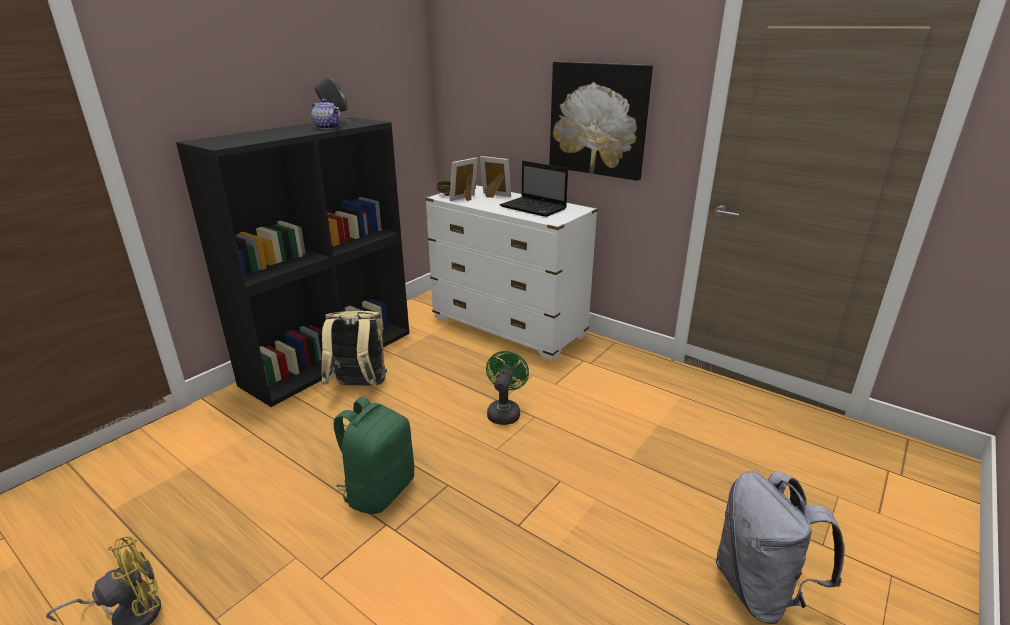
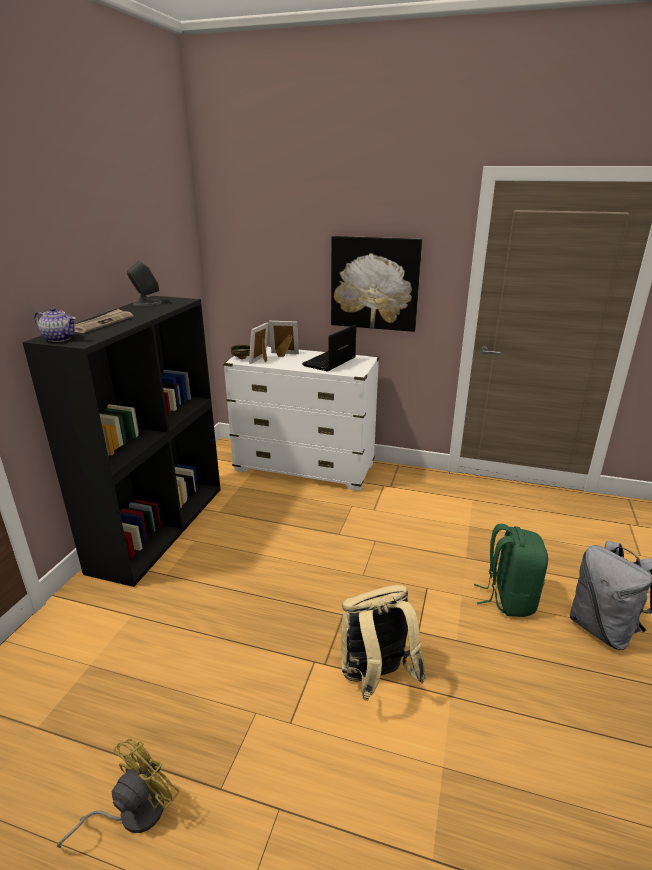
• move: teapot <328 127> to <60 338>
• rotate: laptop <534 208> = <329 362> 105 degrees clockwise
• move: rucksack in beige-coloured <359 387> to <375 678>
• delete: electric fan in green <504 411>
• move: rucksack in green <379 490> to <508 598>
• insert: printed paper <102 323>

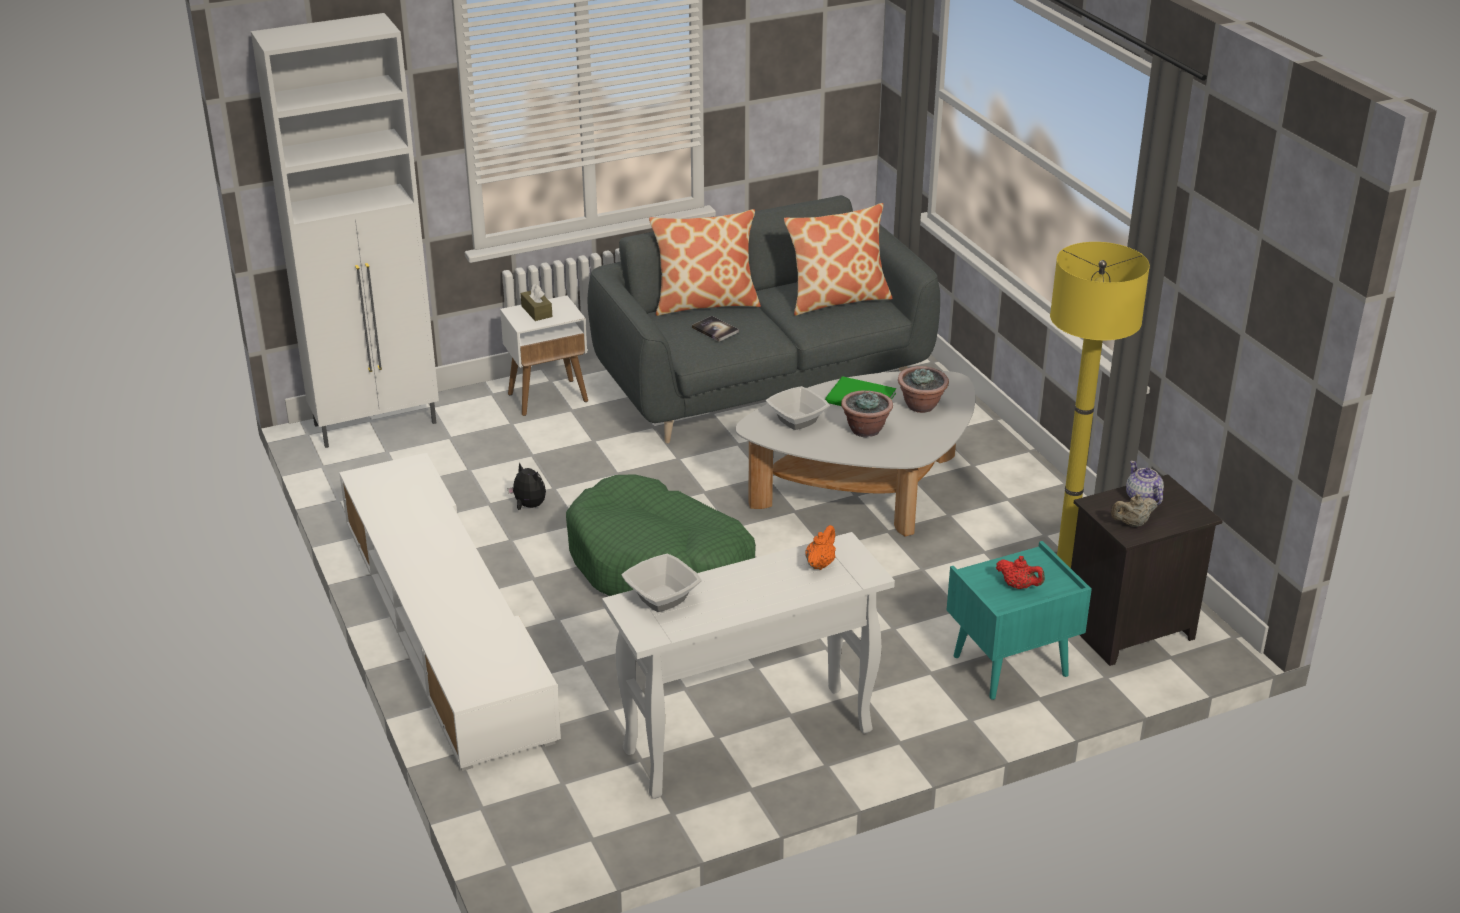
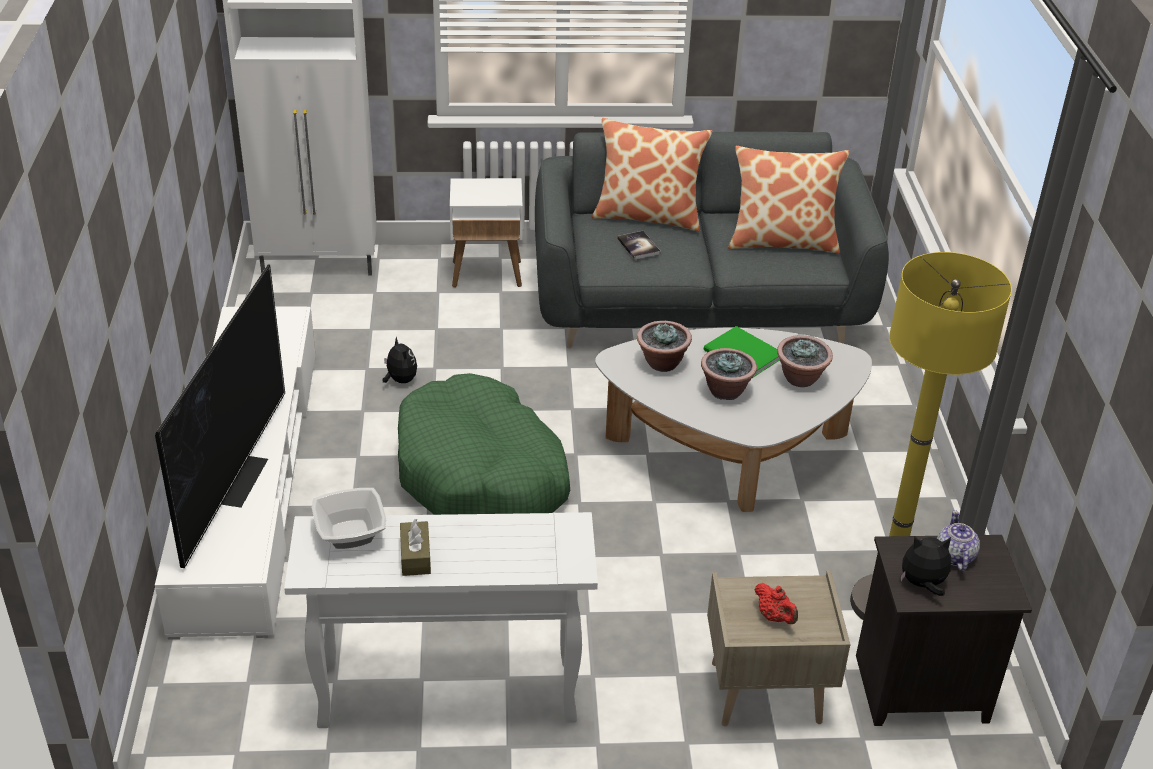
• move: tissue holder in brown-coloured <536 311> to <415 556>
• replace: deep dish <796 421> to houseplant <662 363>
• replace: teapot in beige-coloured <1132 524> to soft toy <922 584>
• delete: teapot in orange-coloured <820 563>
• recolor: nightstand in turquoise-coloured <1010 667> to nightstand in beige-coloured <764 693>
• insert: television <235 478>

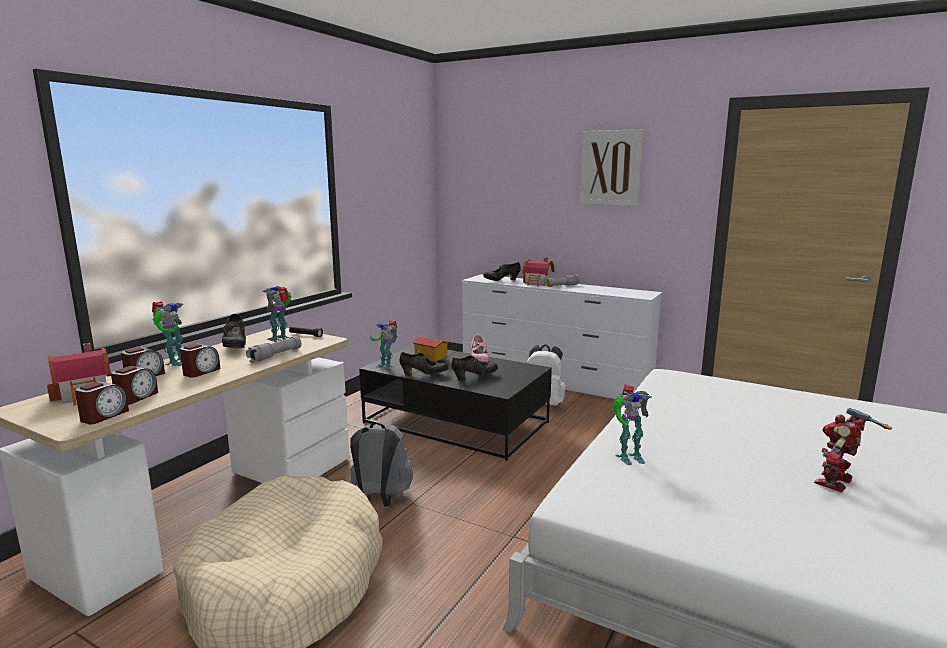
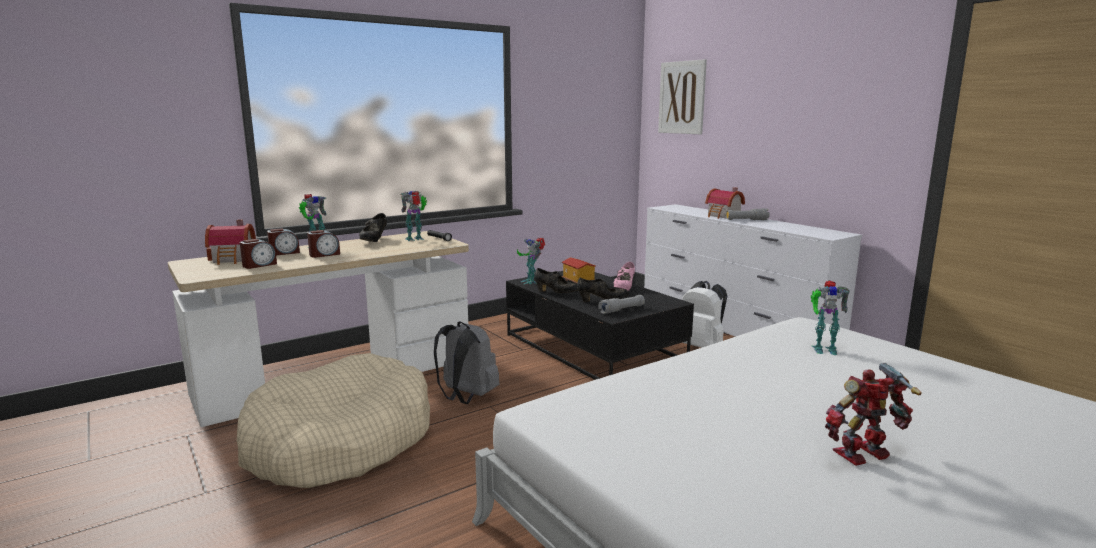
• move: wall picture <610 168> to <682 97>
• delete: low shoe in black <501 280>
• move: flashlight in grey <275 356> to <622 310>
• delete: table clock <104 416>
• move: toy robot <628 457> to <823 348>

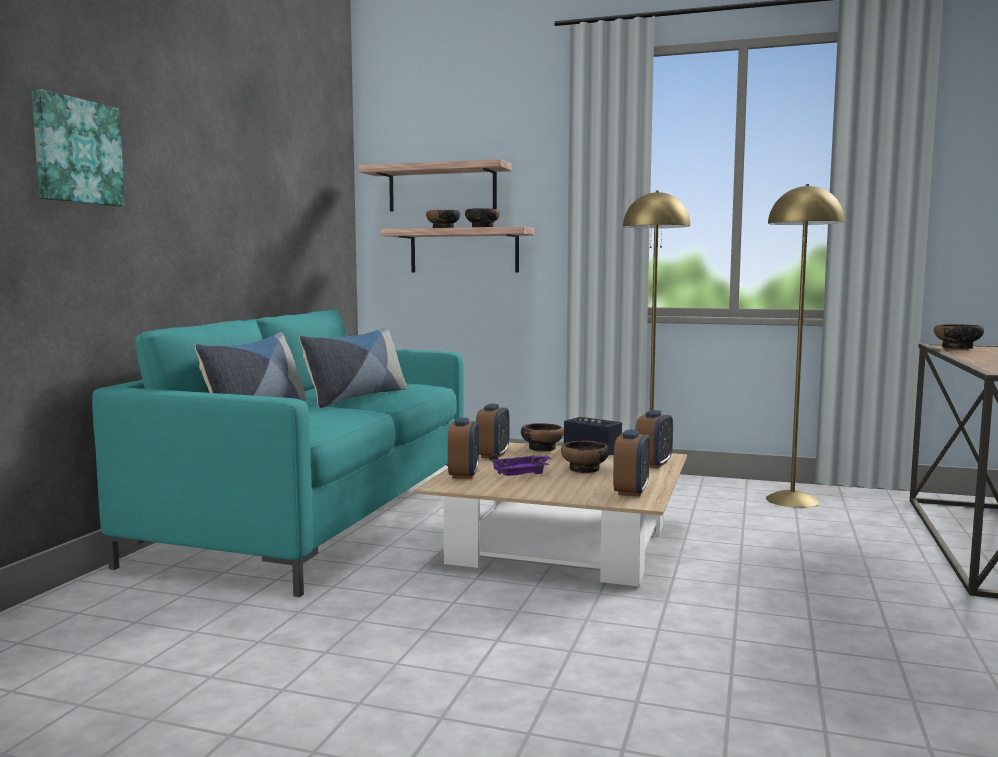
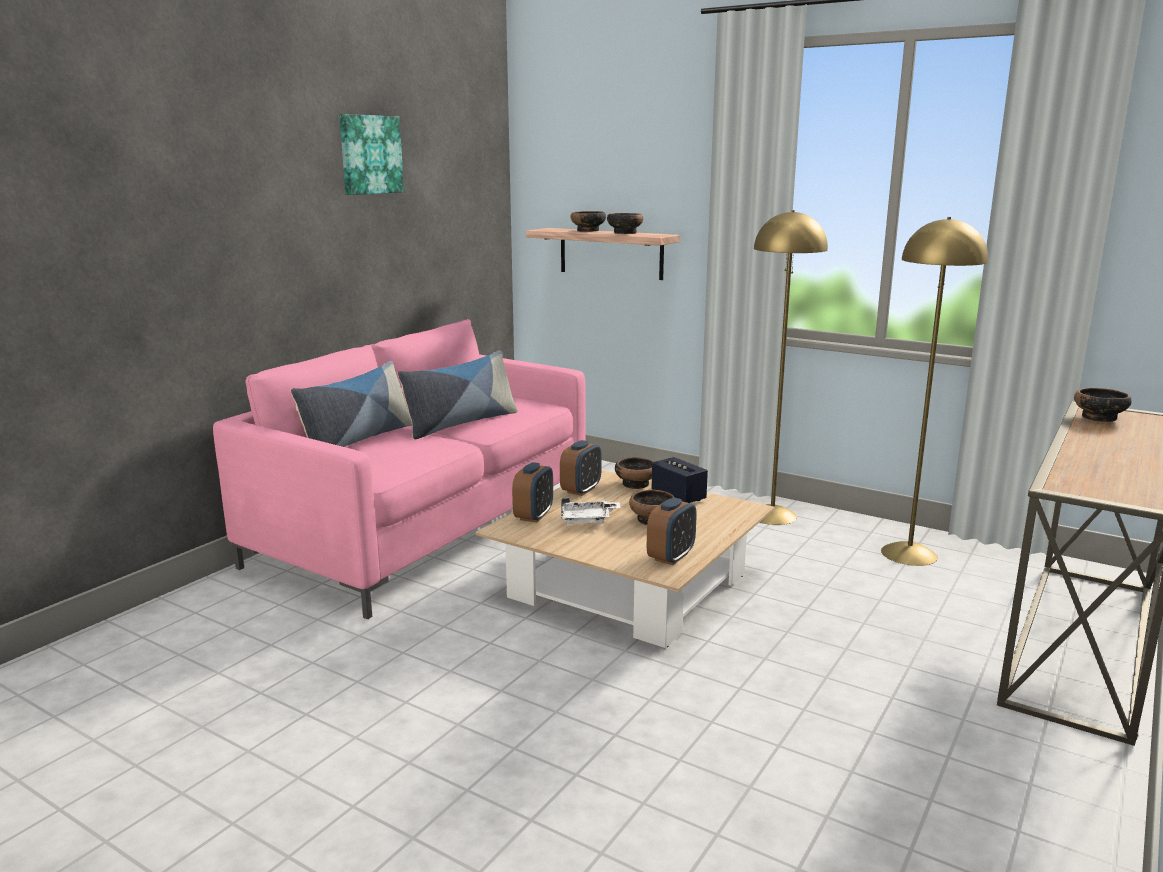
• move: wall picture <76 151> to <369 154>
• delete: shelf <442 188>
• recolor: settee in turquoise-coloured <314 521> to settee in pink <425 531>
• delete: table clock <653 464>
• recolor: carrying tray in purple <521 473> to carrying tray in whitish <587 520>

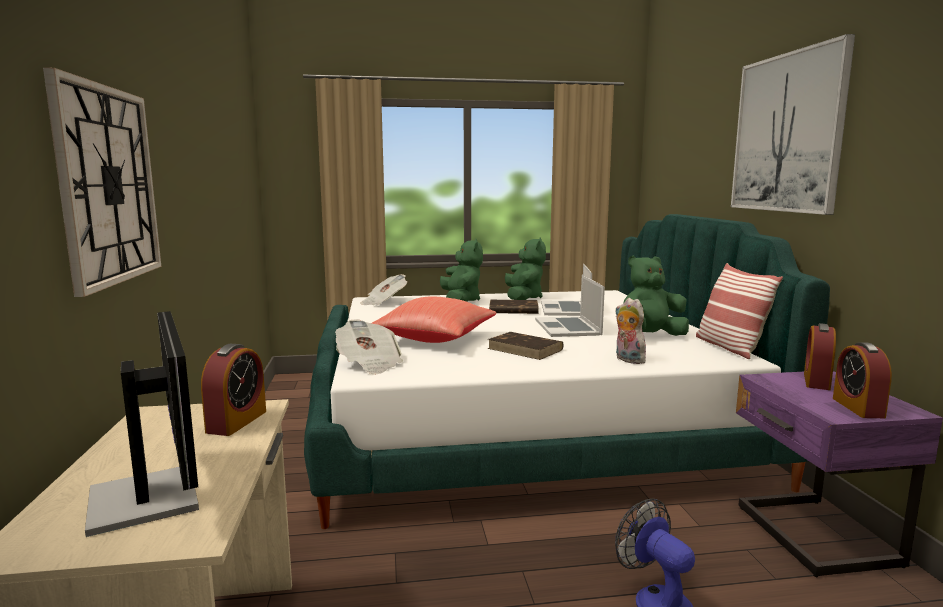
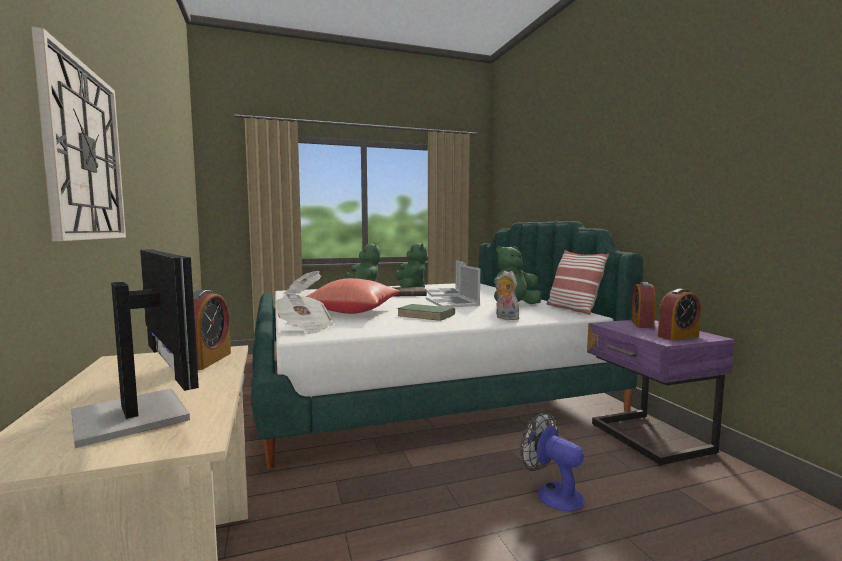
• delete: wall picture <787 133>
• recolor: bound book in brown-coloured <525 349> to bound book in green <426 315>
• rotate: table clock <858 407> = <678 336> 105 degrees counterclockwise

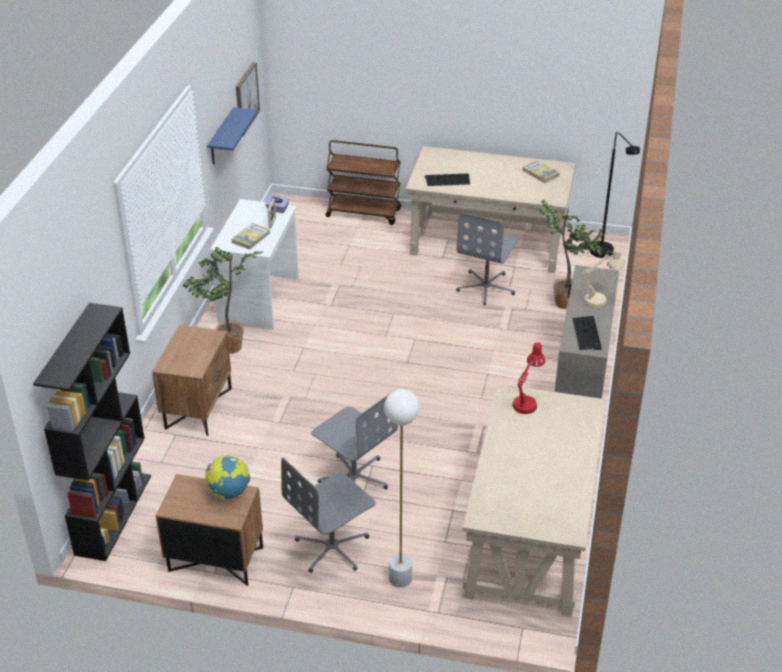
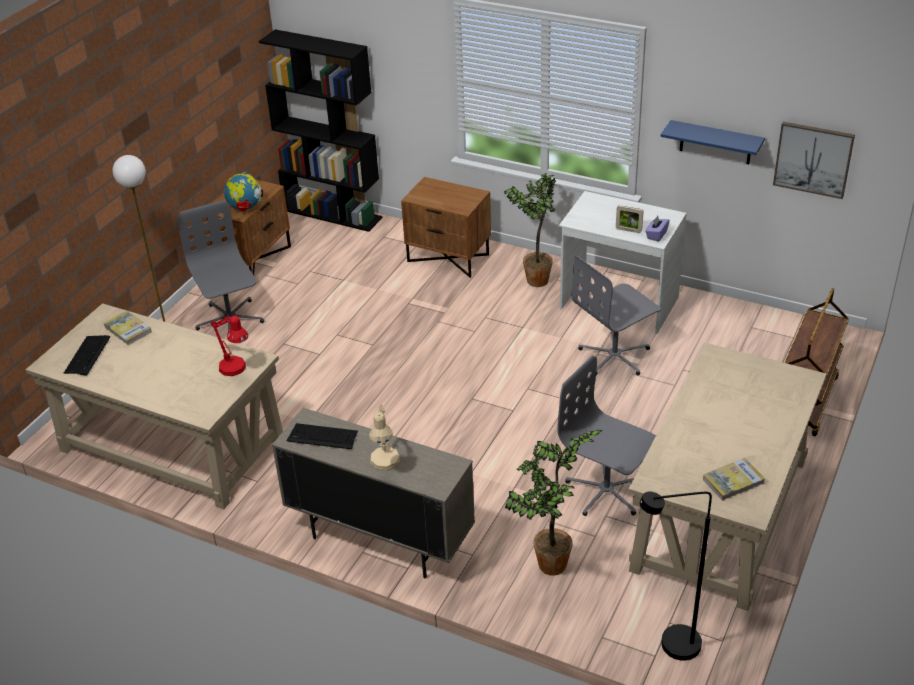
• move: computer keyboard <447 180> to <87 356>
• move: bound book <251 238> to <128 330>
• move: office chair in grey <354 477> to <615 356>

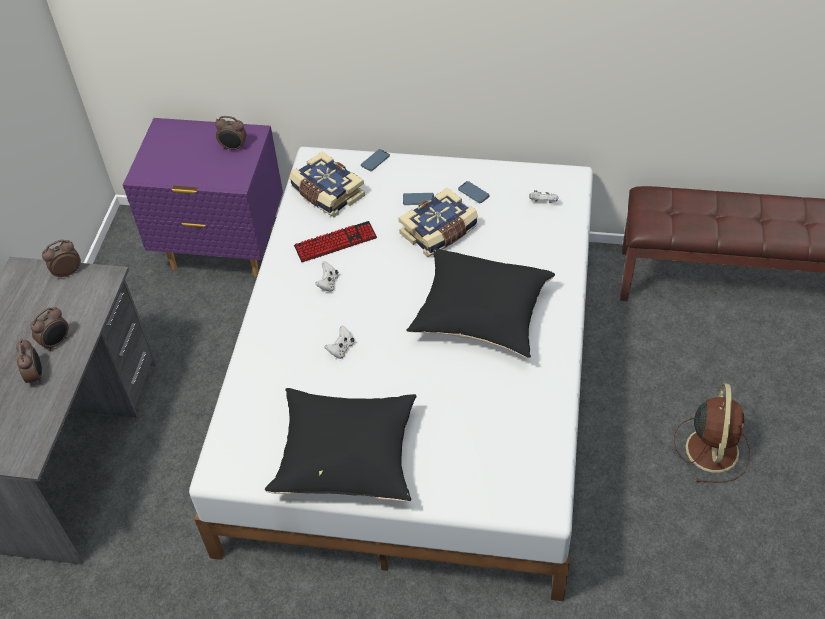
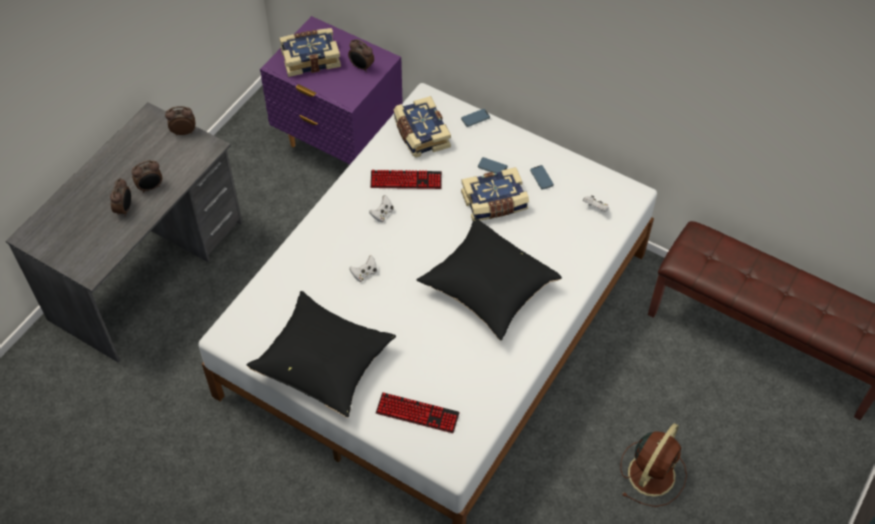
• insert: bound book <310 58>
• insert: computer keyboard <417 413>

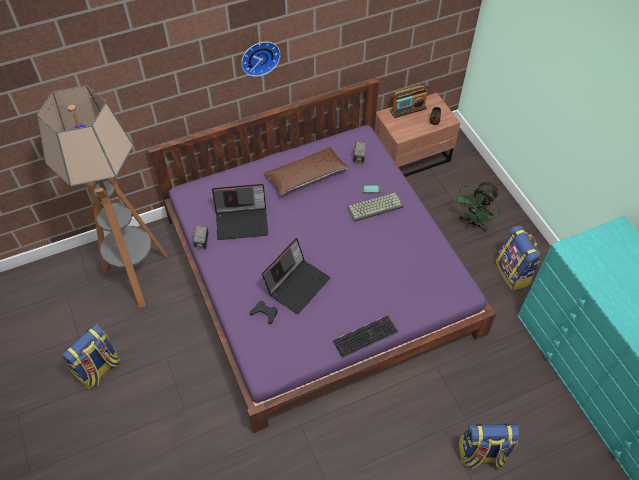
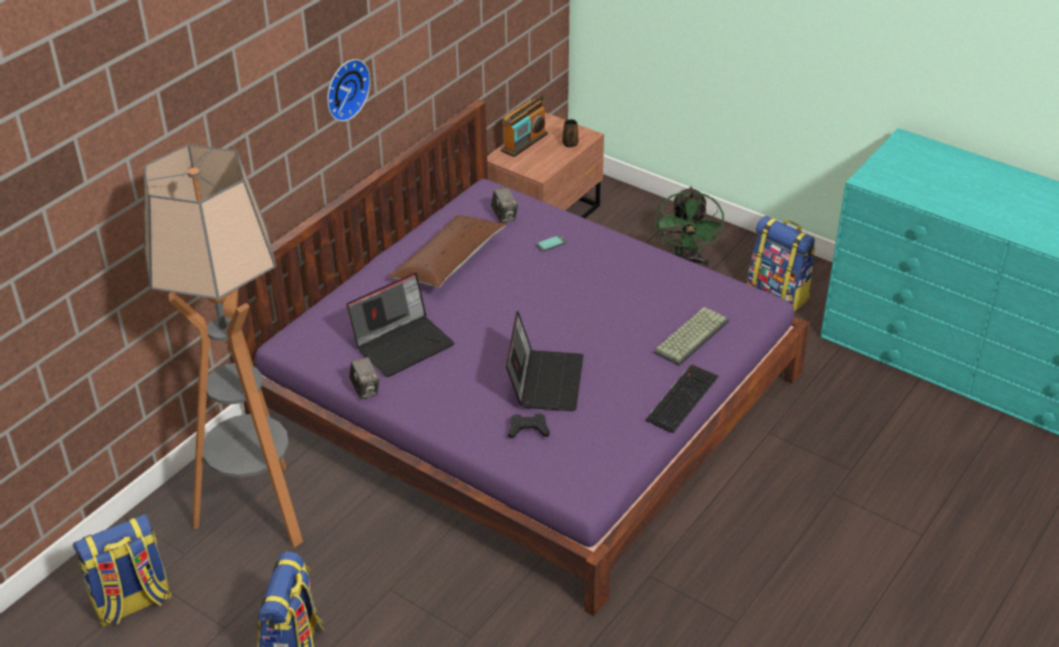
• move: computer keyboard <375 206> to <690 336>
• move: rucksack <481 454> to <132 602>

